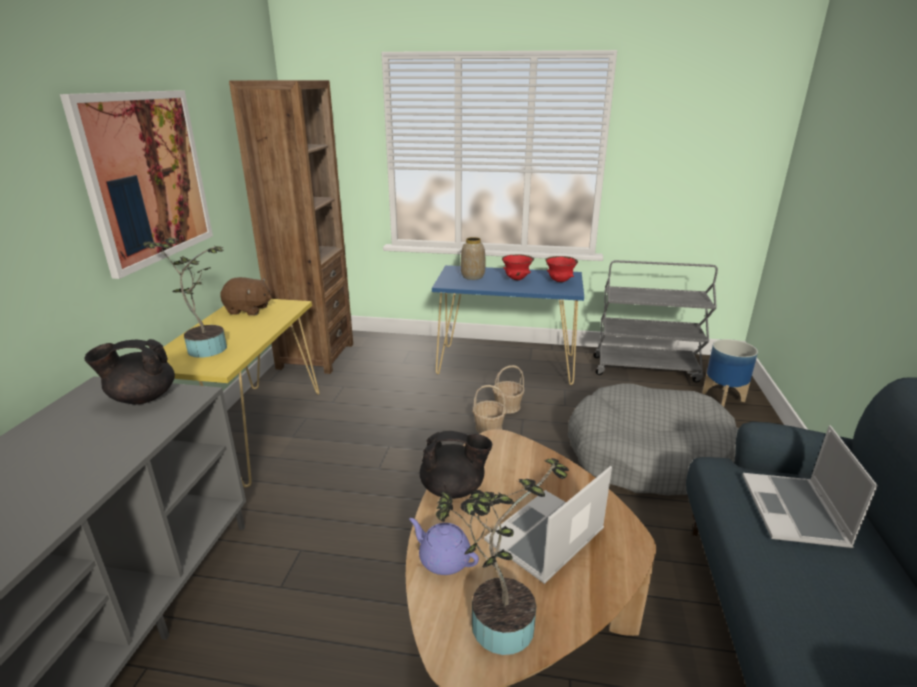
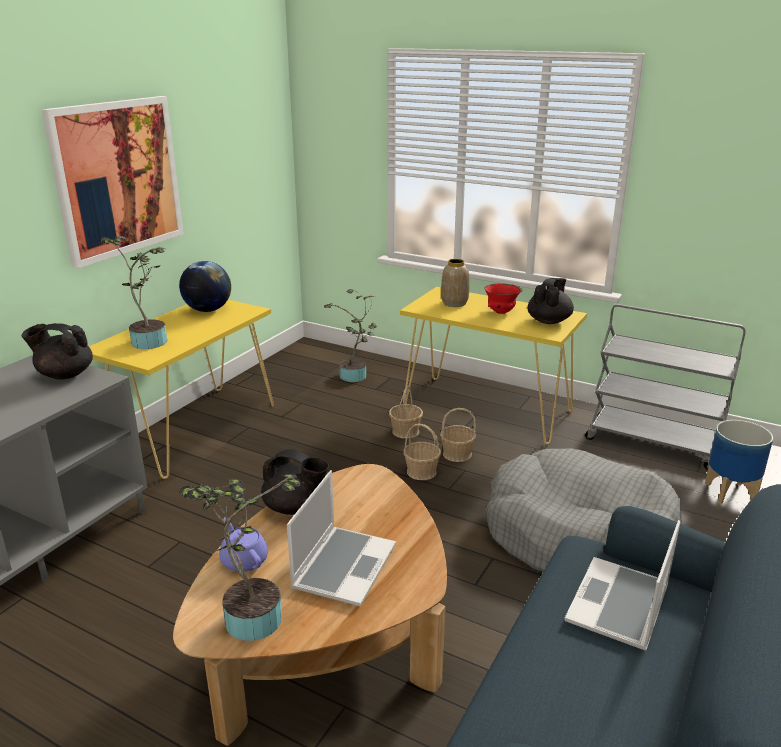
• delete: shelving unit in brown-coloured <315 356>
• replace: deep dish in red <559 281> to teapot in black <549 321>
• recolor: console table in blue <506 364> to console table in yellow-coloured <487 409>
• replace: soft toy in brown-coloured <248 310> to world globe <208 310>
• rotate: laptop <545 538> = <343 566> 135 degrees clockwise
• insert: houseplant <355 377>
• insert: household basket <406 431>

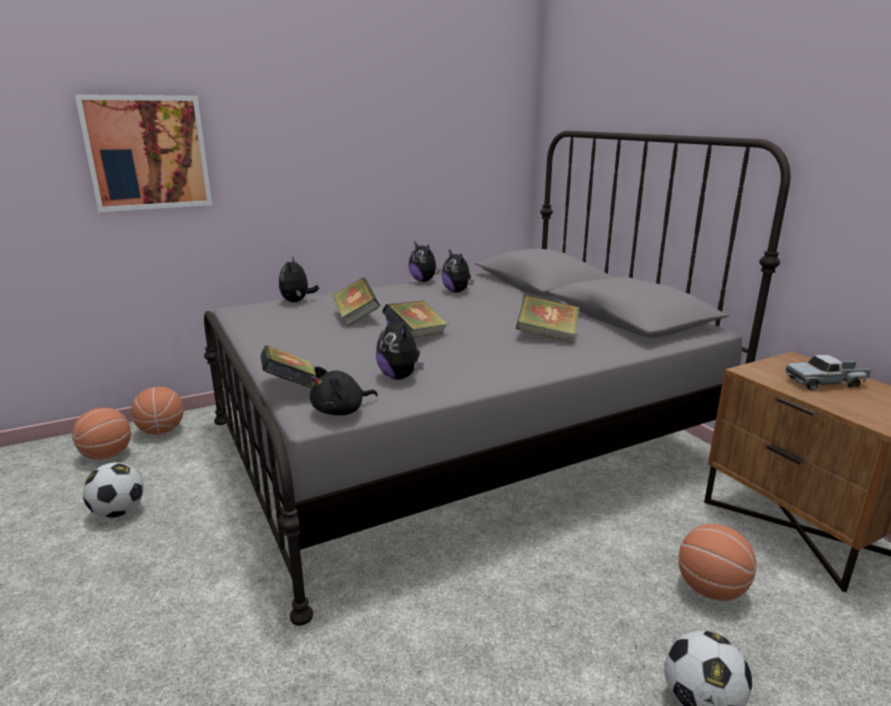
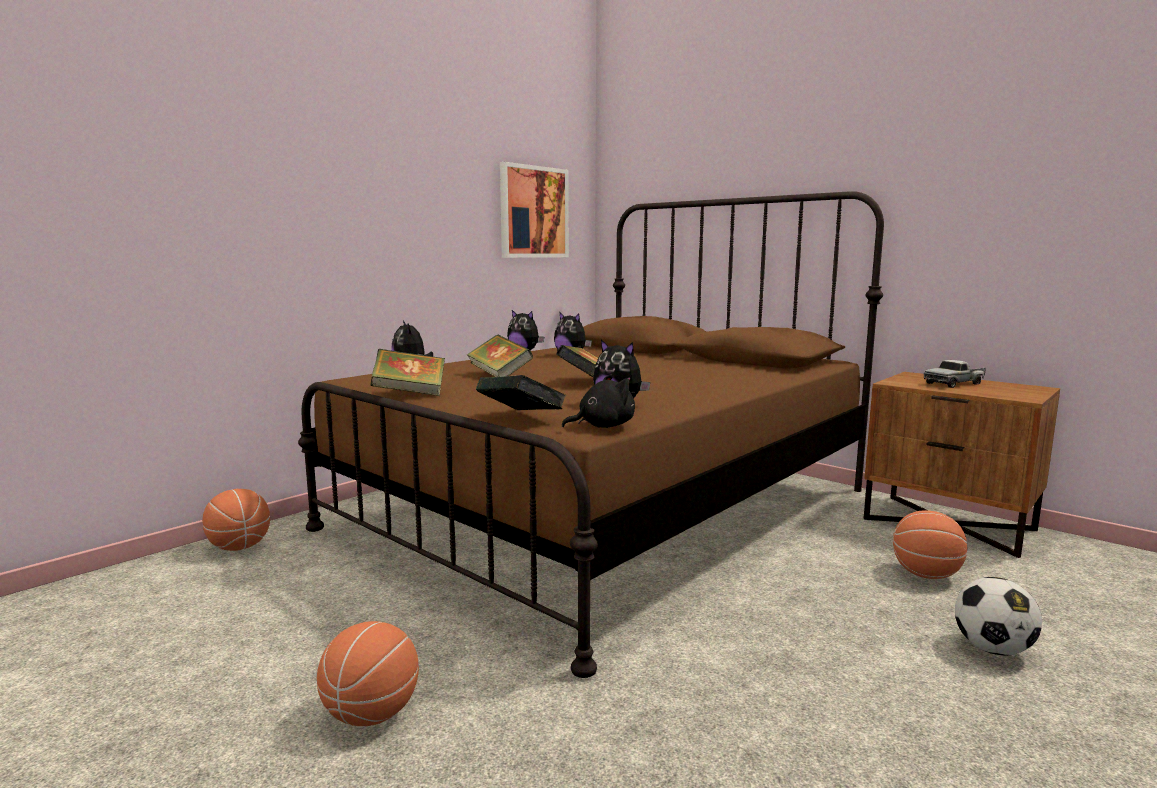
• move: wall picture <147 153> to <533 212>
• recolor: bedroom bed in grey <461 442> to bedroom bed in brown-coloured <607 508>
• move: bound book <547 336> to <410 393>
• rotate: soft toy in black <341 411> = <602 426> 150 degrees counterclockwise
• move: basketball <107 455> to <372 714>
• delete: ball for football <119 512>

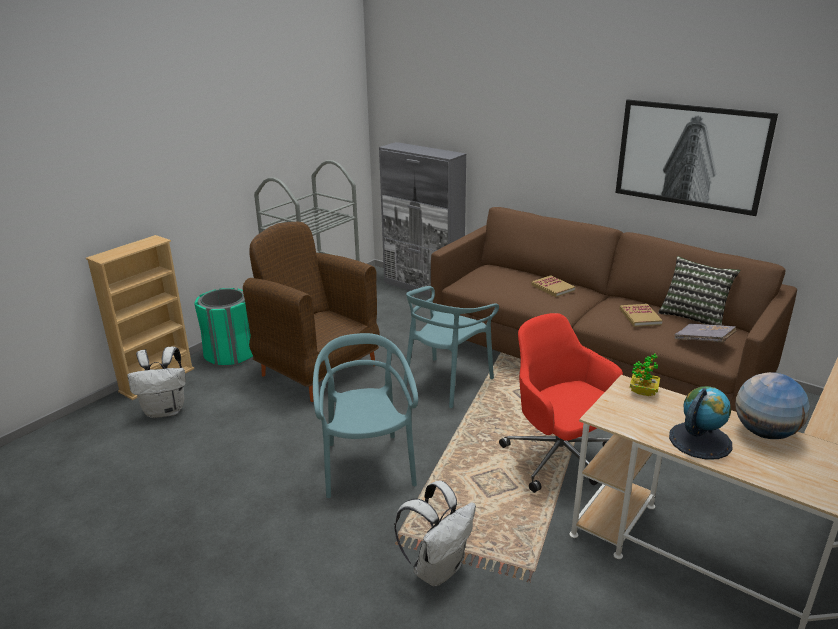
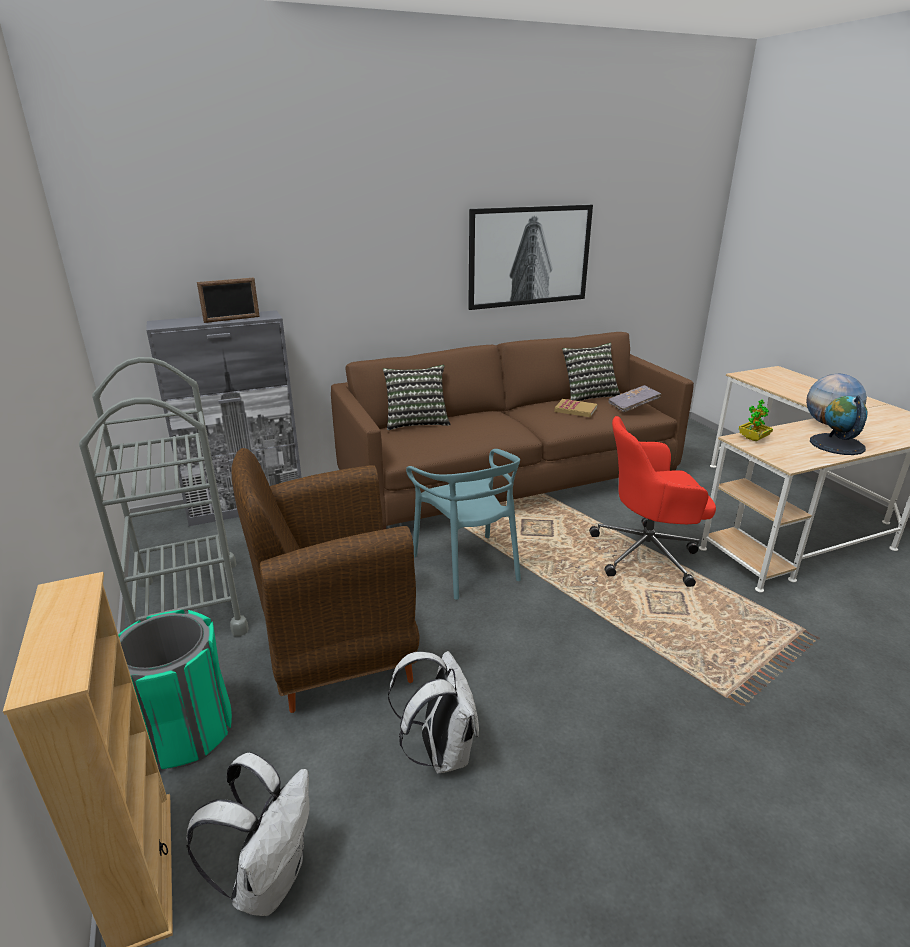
• delete: bound book <552 288>
• delete: plain chair in turquoise-coloured <367 466>
• move: rucksack in whitish <438 568> to <440 751>
• insert: standing frame <232 319>
• insert: throw pillow <416 422>

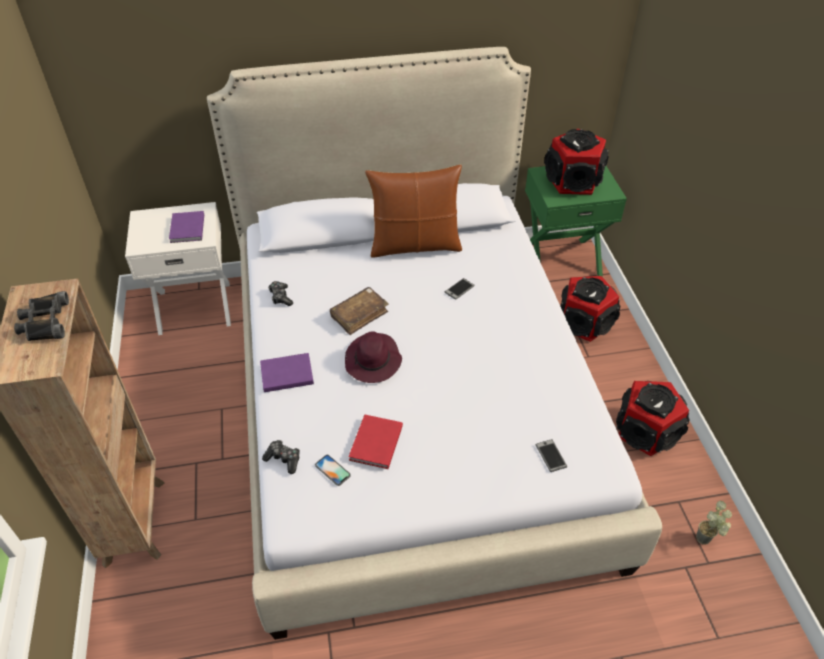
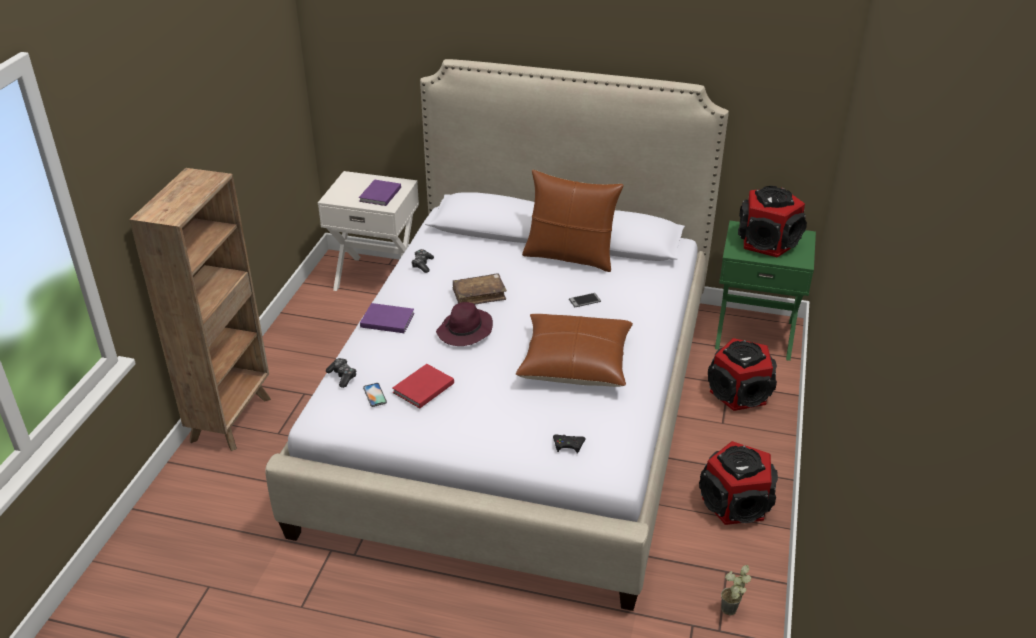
• delete: binoculars in black <44 322>
• replace: handset <551 456> to joypad in black <568 445>
• insert: throw pillow in brown-coloured <575 363>

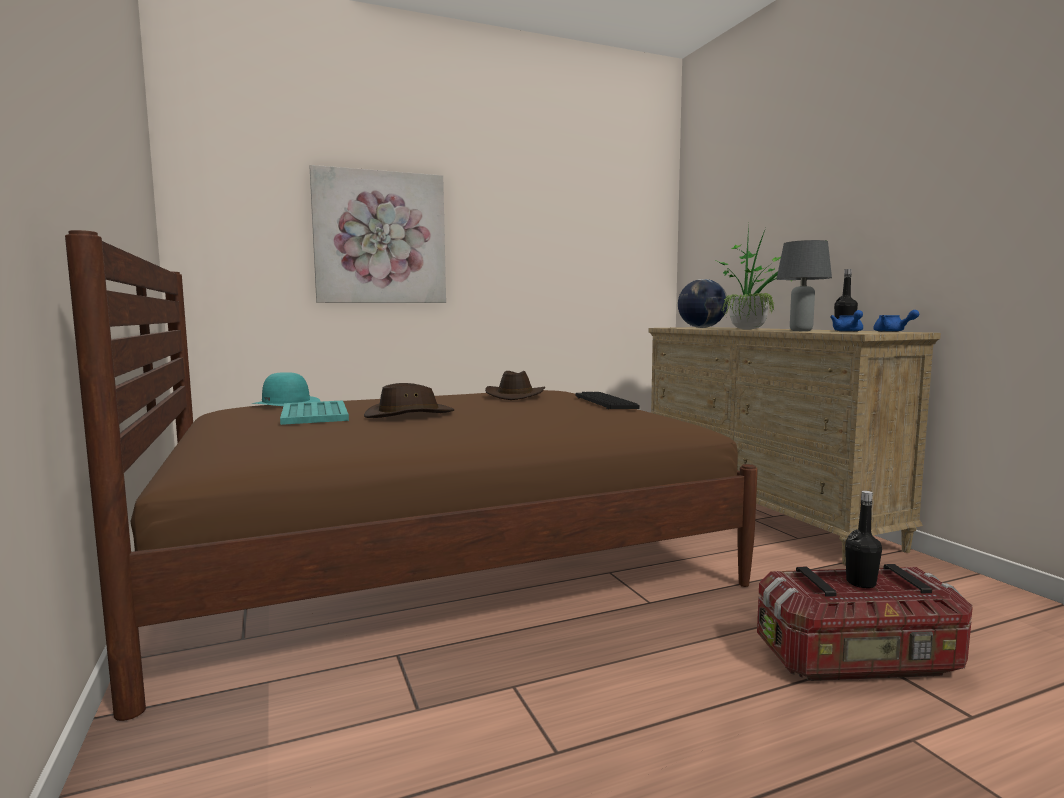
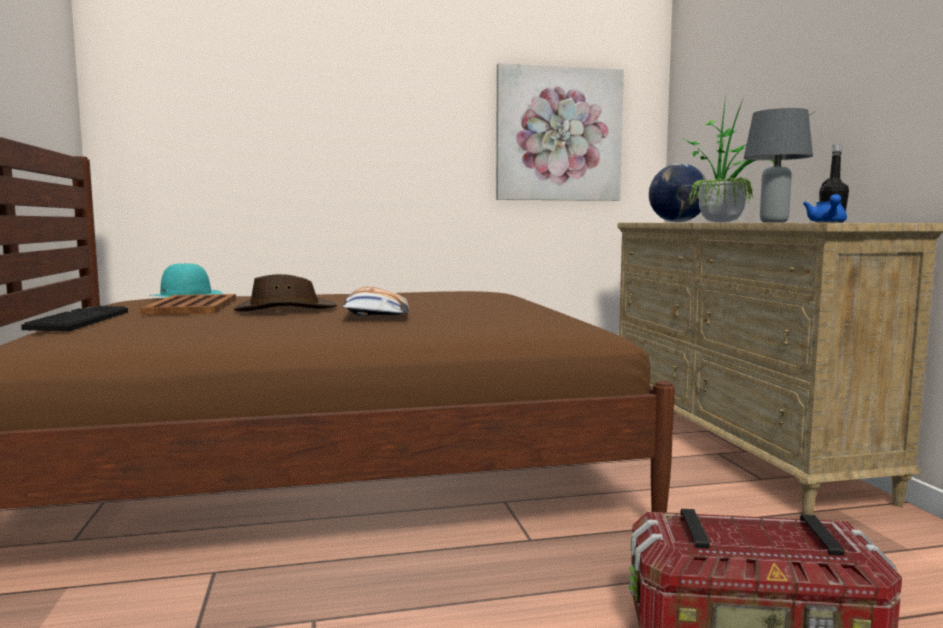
• move: wall picture <380 238> to <559 134>
• delete: teapot in blue <892 331>
• delete: clothing hat in brown-coloured <515 396>
• move: computer keyboard <603 402> to <78 321>
• recolor: carrying tray in turquoise-coloured <314 414> to carrying tray in brown-coloured <191 306>
• delete: beverage bottle in black <861 583>
• insert: throw pillow <376 314>

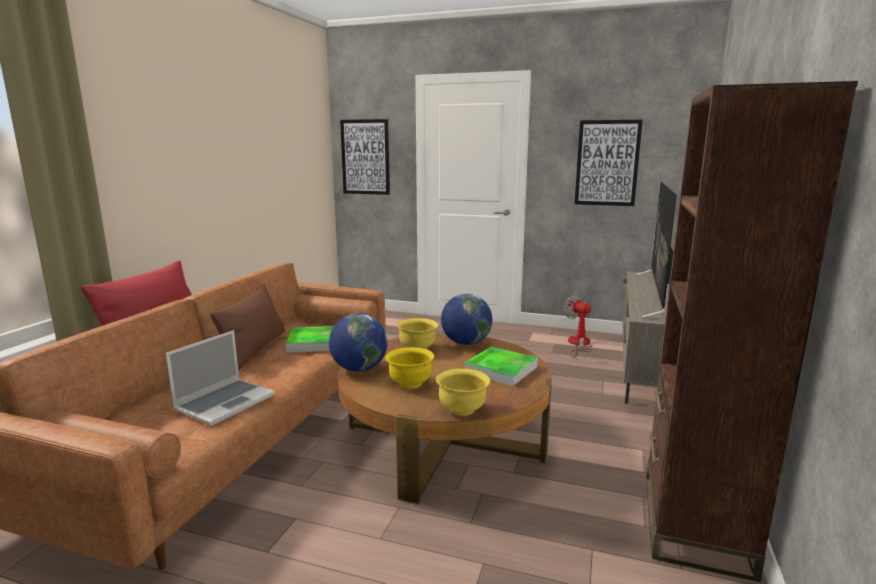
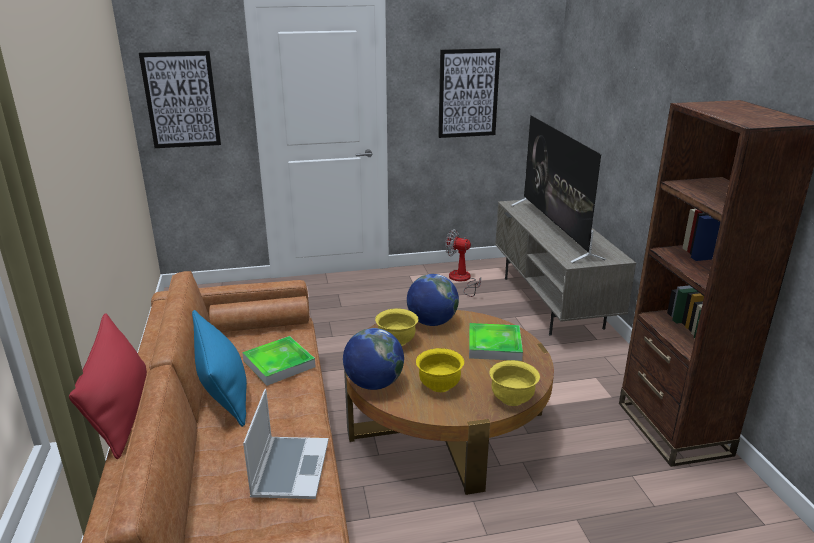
• recolor: throw pillow in brown-coloured <255 349> to throw pillow in blue <223 391>

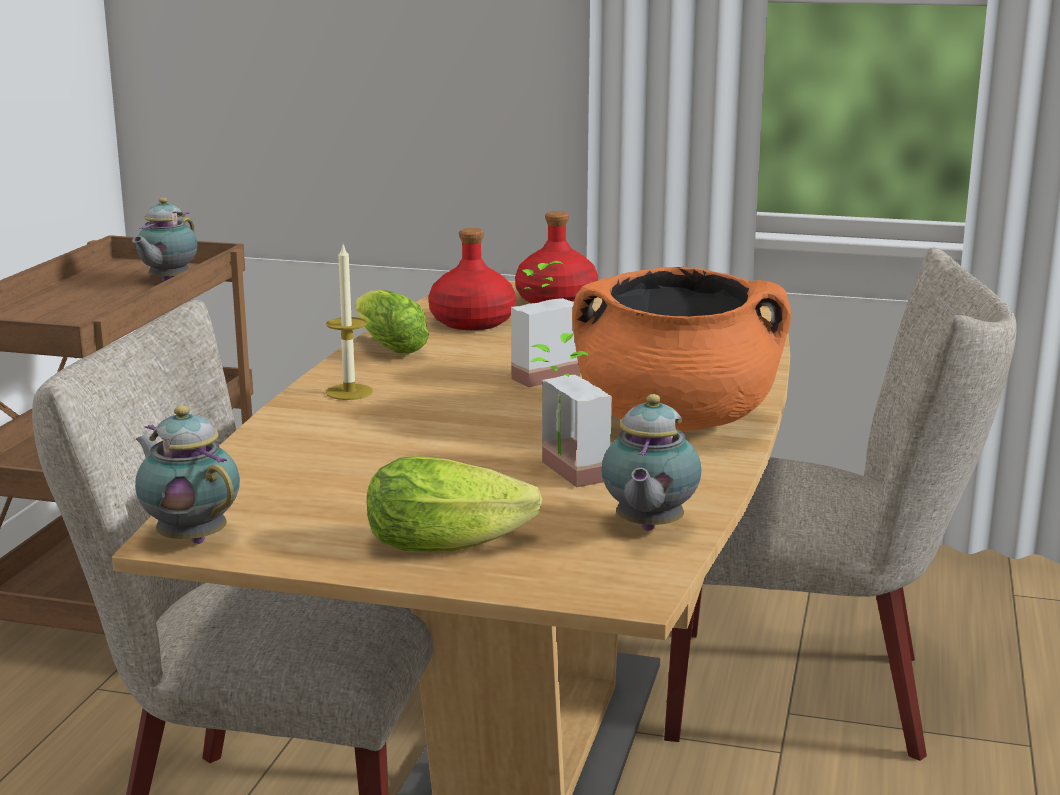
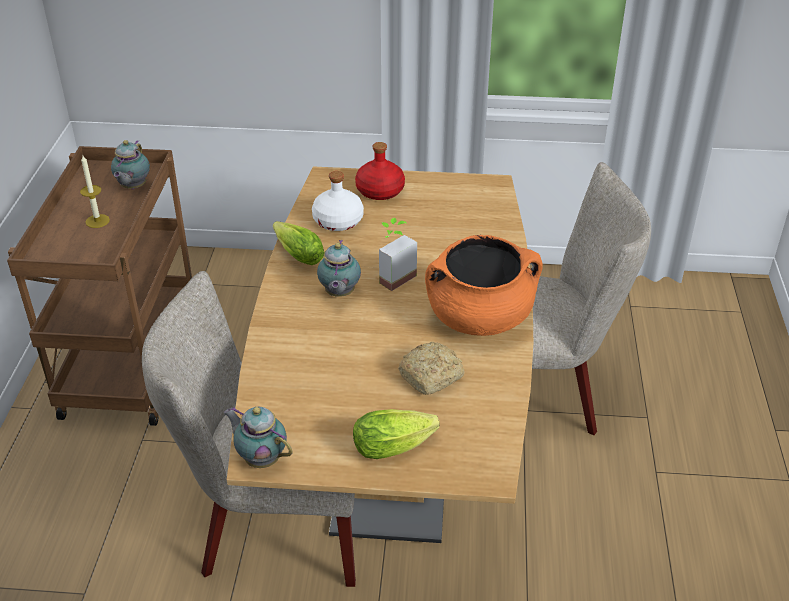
• recolor: beverage bottle in red <471 322> to beverage bottle in whitish <337 221>
• move: wax light <349 392> to <97 221>
• replace: houseplant <561 474> to bakery bread <432 376>
• move: teapot <647 528> to <339 294>

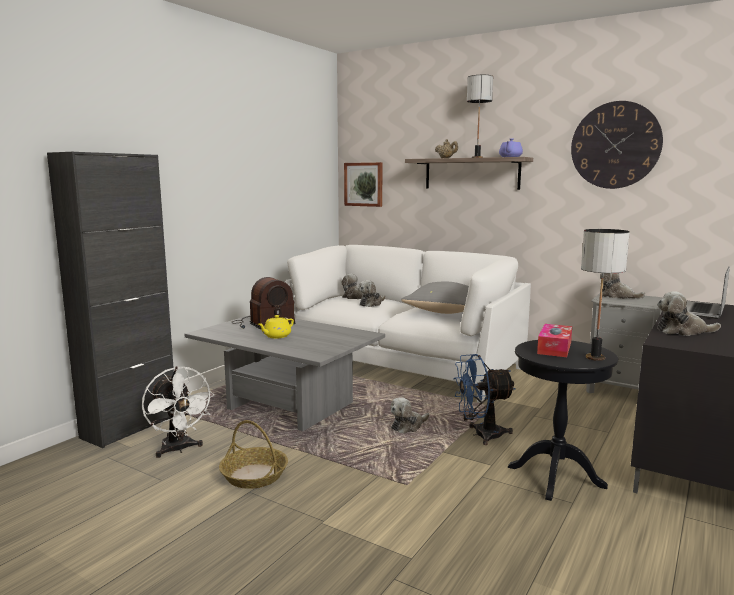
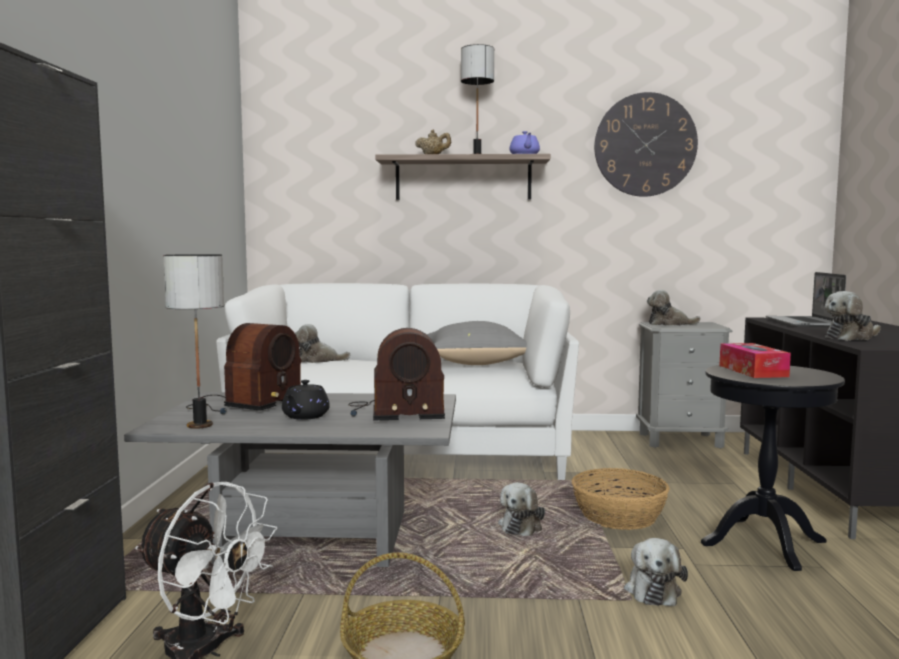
• delete: wall picture <364 184>
• move: table lamp <595 358> to <200 425>
• move: soft toy <371 304> to <652 590>
• recolor: teapot in yellow-coloured <276 336> to teapot in black <305 416>
• replace: electric fan in blue <481 435> to household basket <619 516>
• insert: radio receiver <395 412>

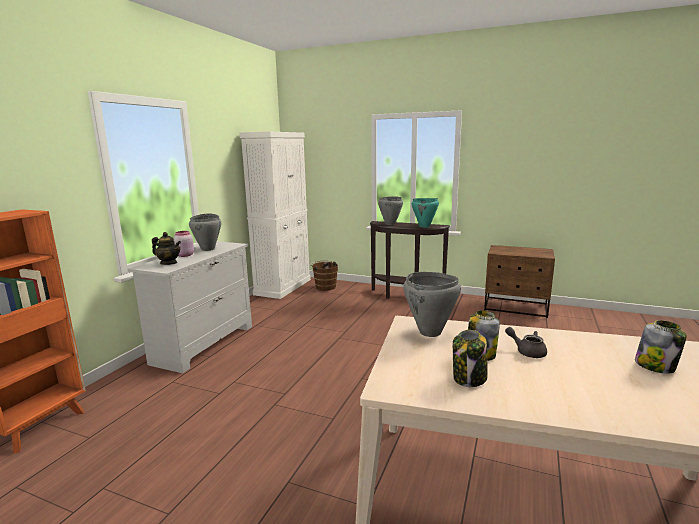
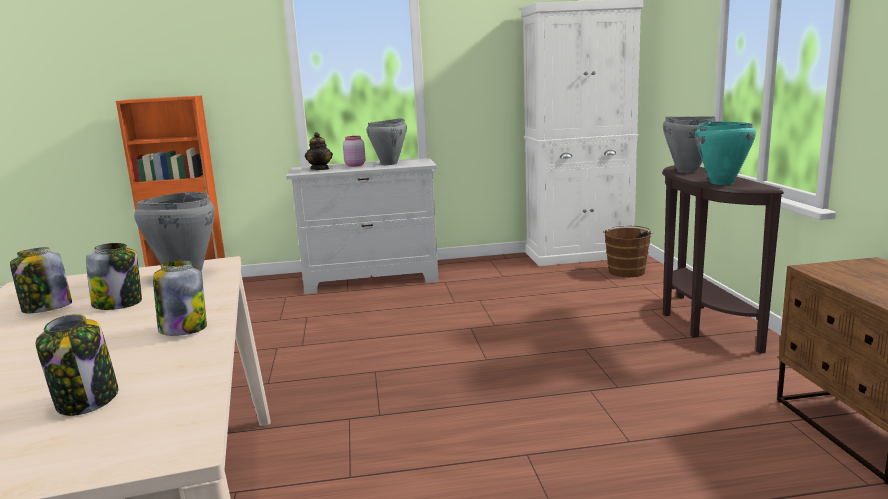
• delete: teapot in grey <527 351>
• insert: preserve jar <183 329>

